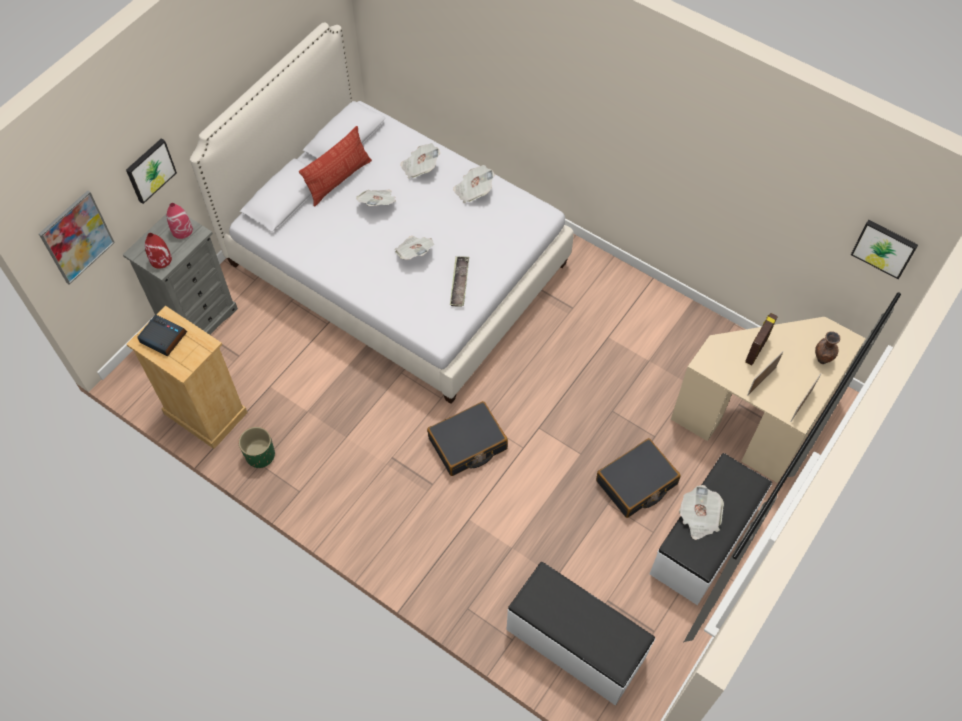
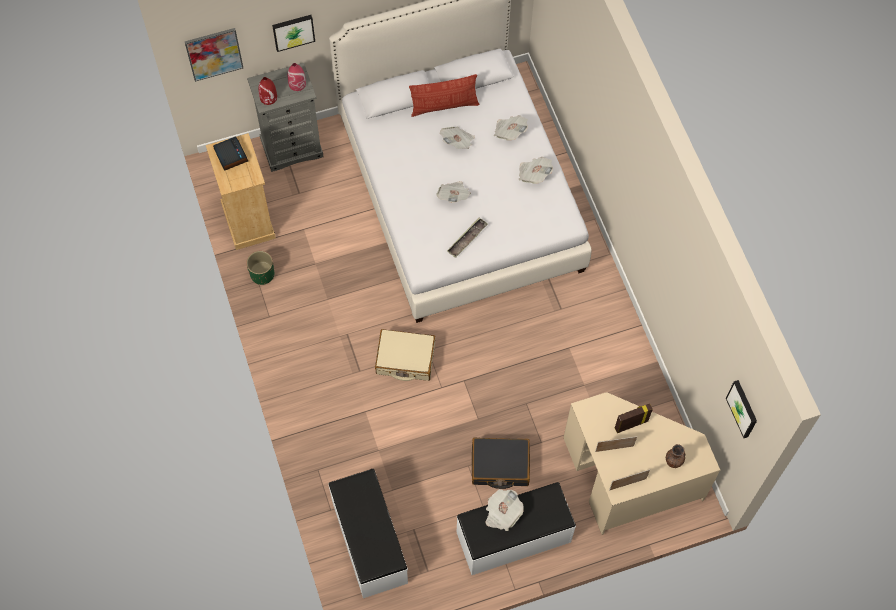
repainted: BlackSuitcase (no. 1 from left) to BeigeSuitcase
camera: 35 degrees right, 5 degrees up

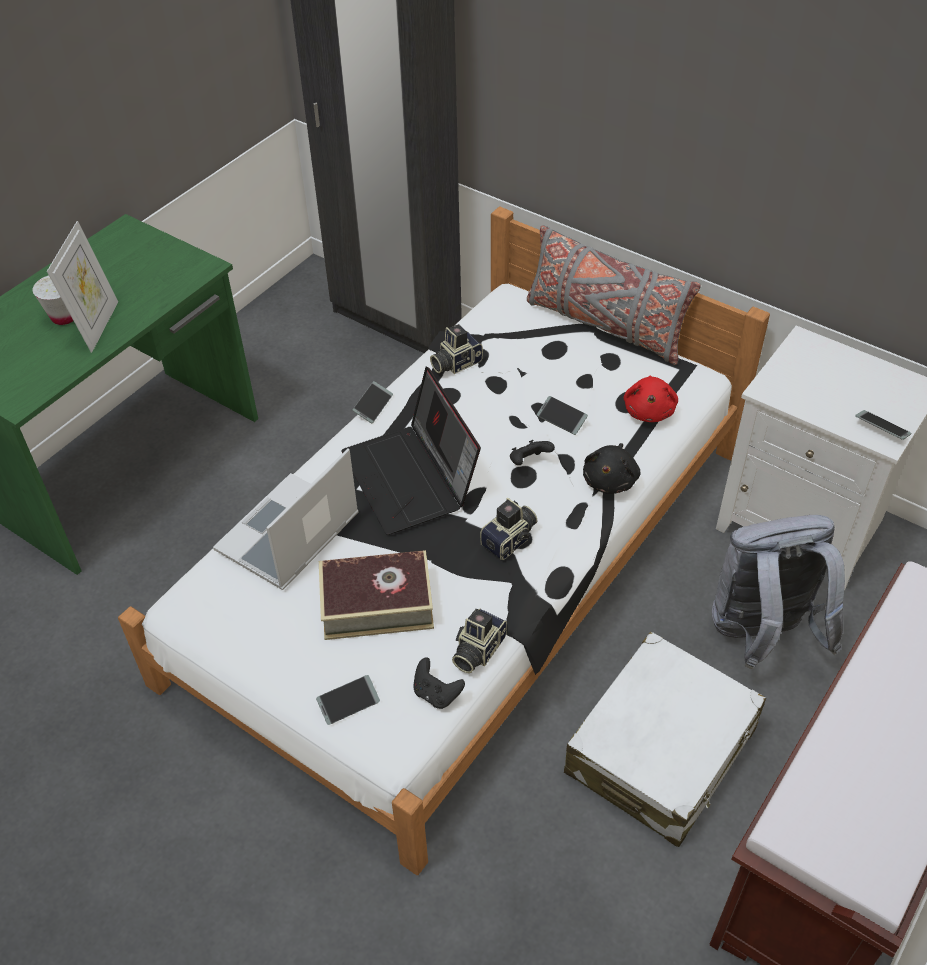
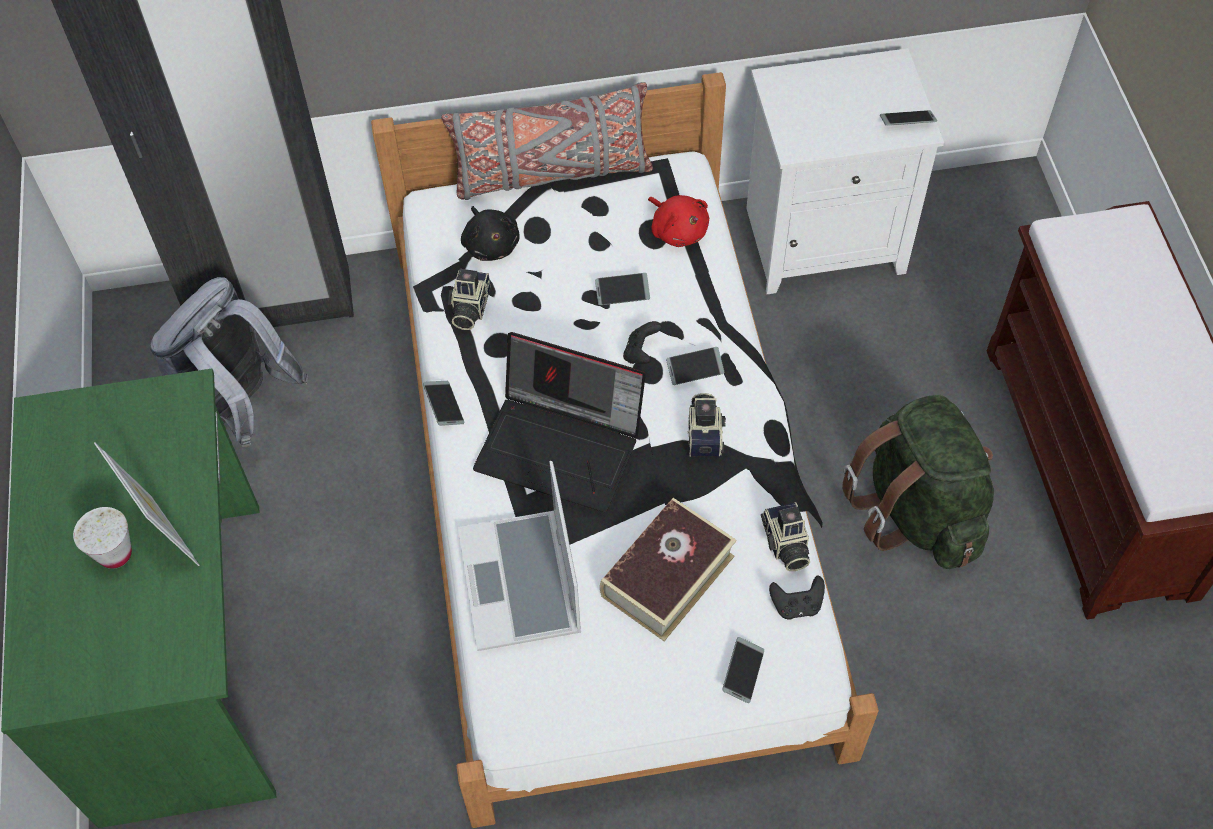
new: Phone (no. 3 from left)
shifted: BlackPlushToy; GreyBackpack
swapped: WhiteSuitcase to GreenBackpack
camera: 45 degrees left, 10 degrees up

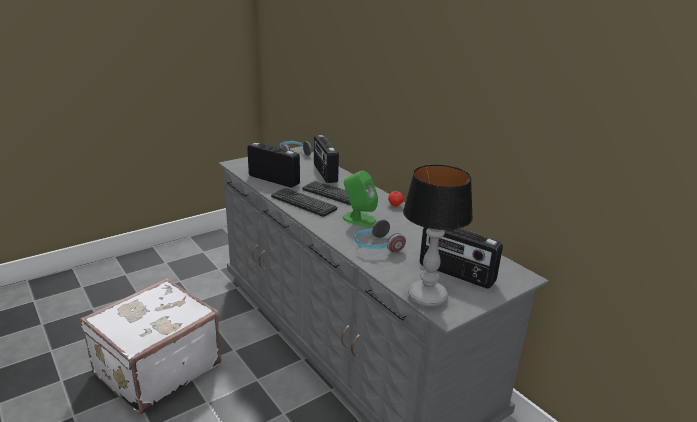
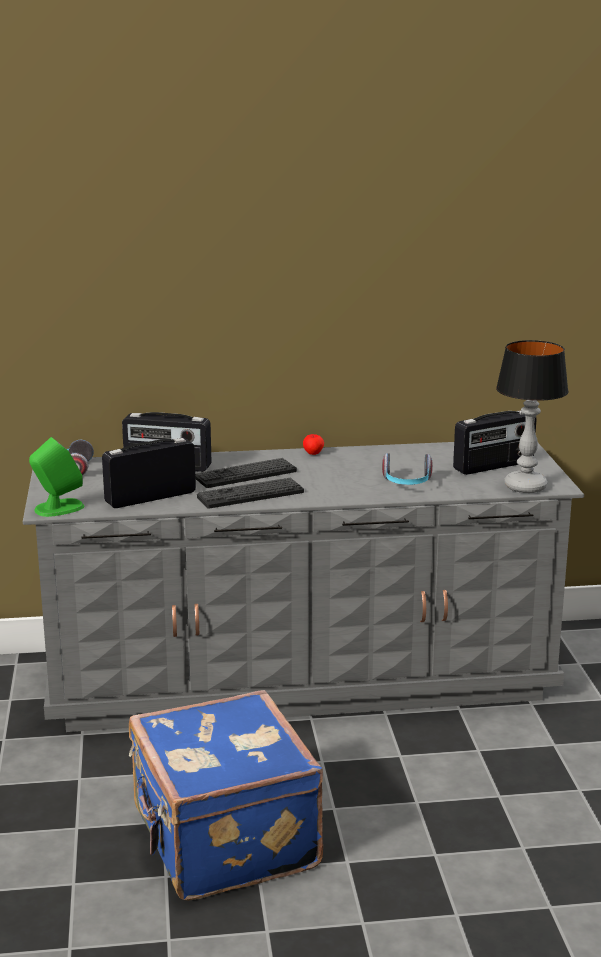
shifted: GreenSpeaker
repainted: WhiteSuitcase to BlueSuitcase
camera: 60 degrees left, 5 degrees down

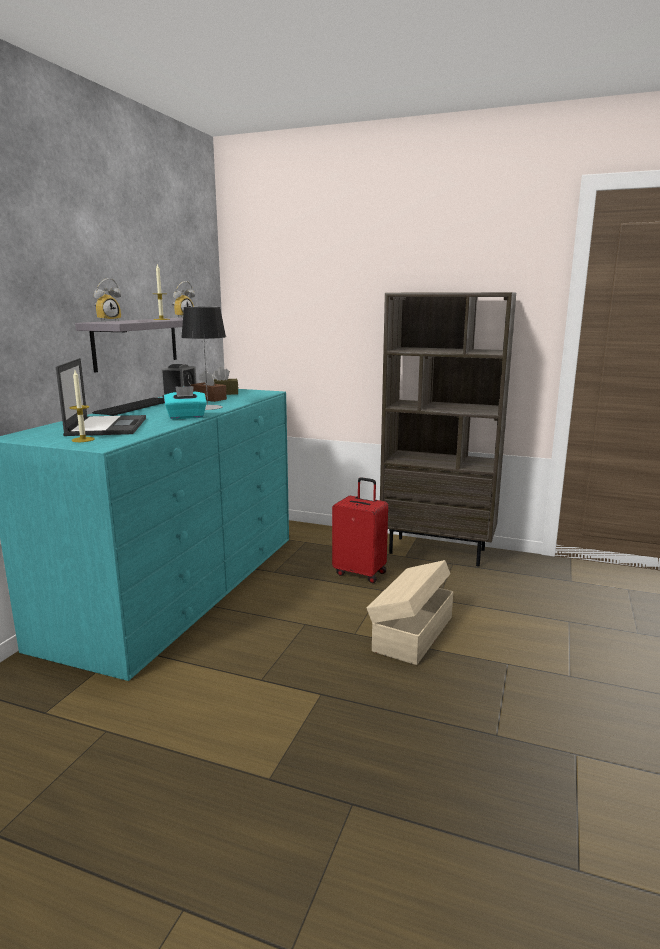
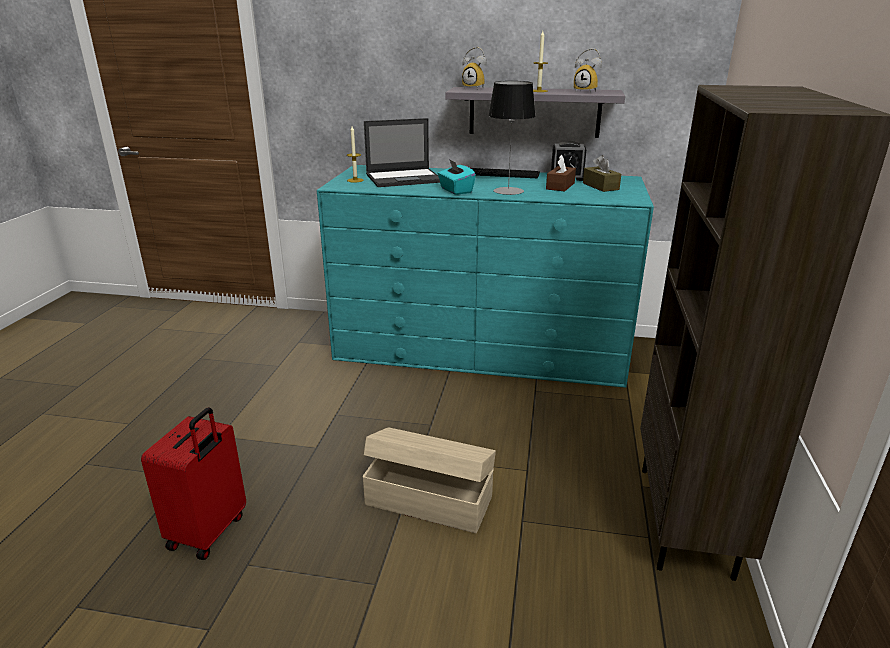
shifted: RedSuitcase
camera: 80 degrees right, 10 degrees up

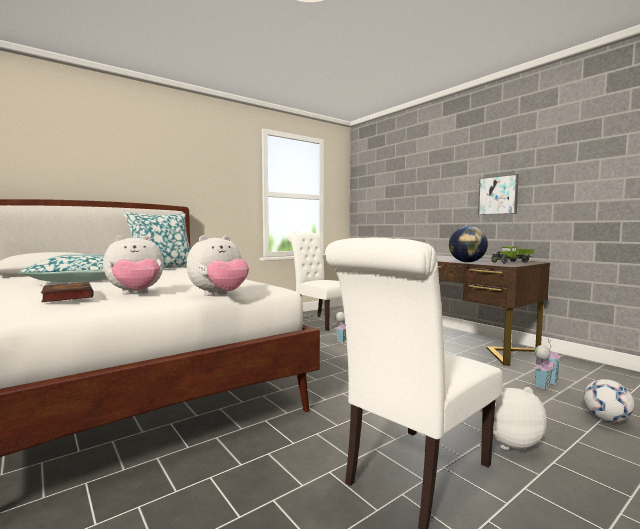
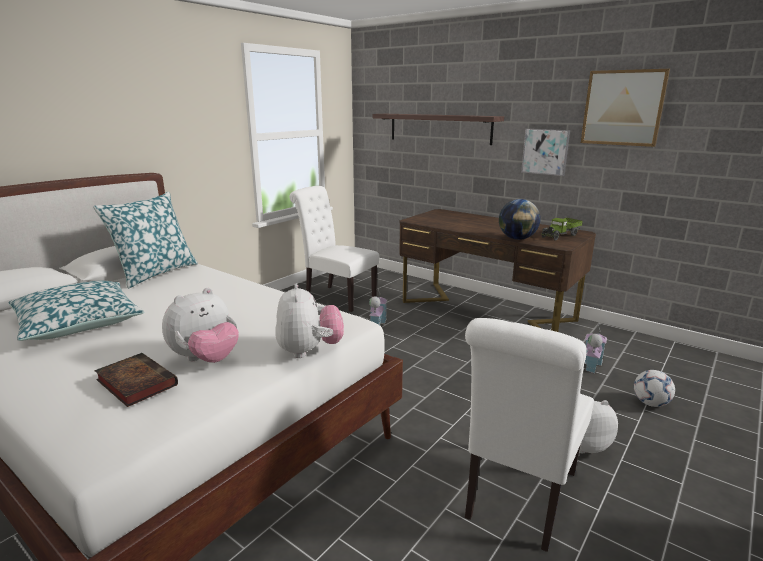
new: Picture (no. 2 from left); Shelf
rotated: PlushToy (no. 2 from left) 45 degrees counterclockwise
camera: 15 degrees left, 15 degrees up

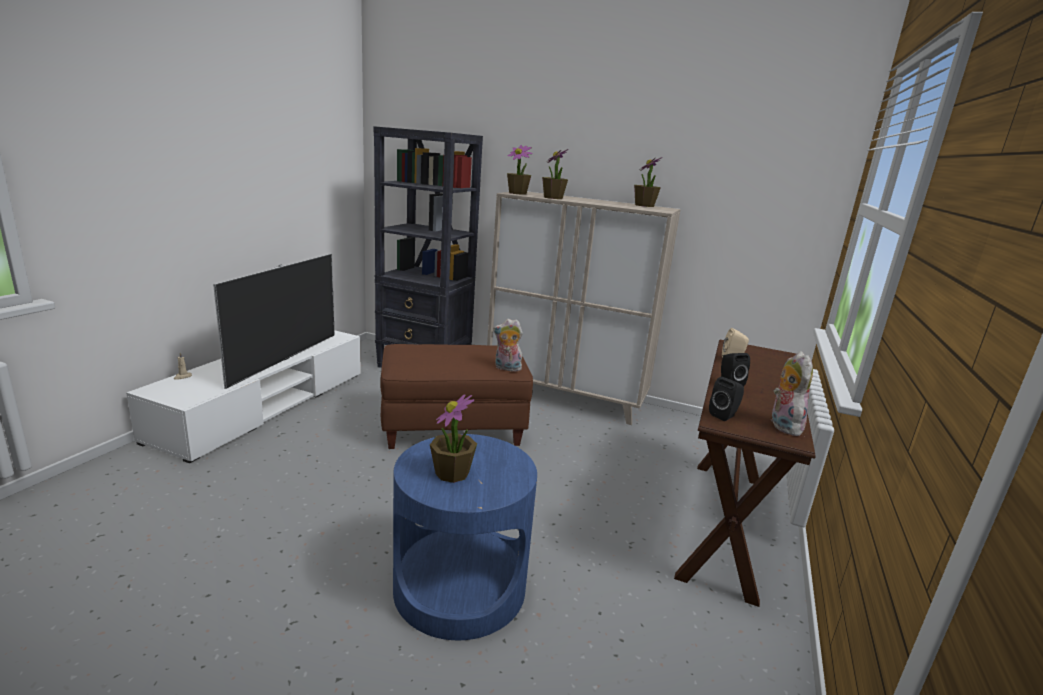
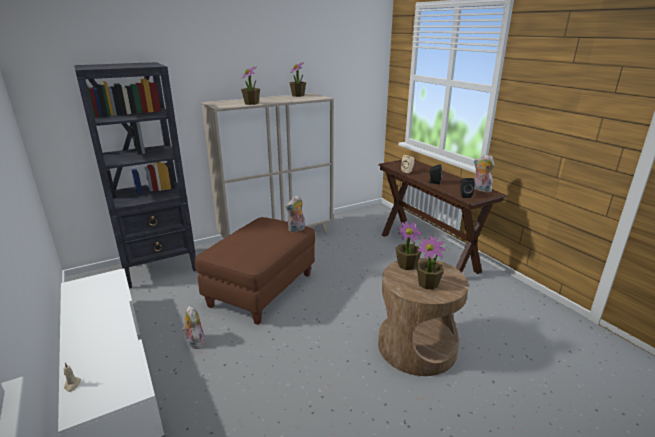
gone: Television
new: PlushToy (no. 1 from left)
shifted: PottedPlant (no. 2 from left in the first image) to PottedPlant (no. 3 from left)
repainted: BlueSideTable to BrownSideTable
camera: 50 degrees left, 5 degrees up

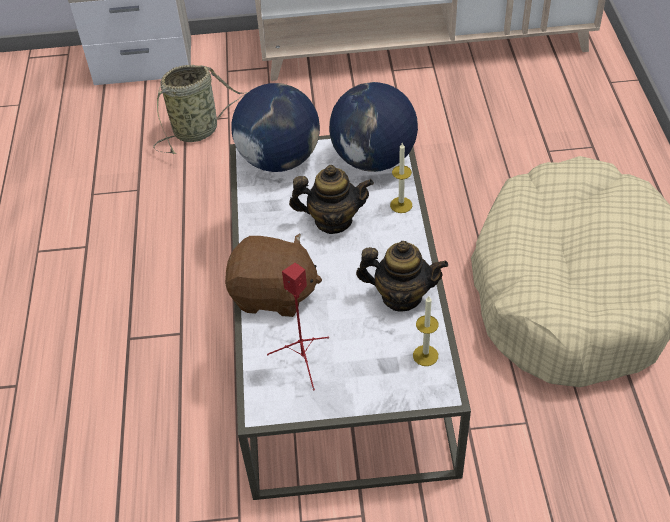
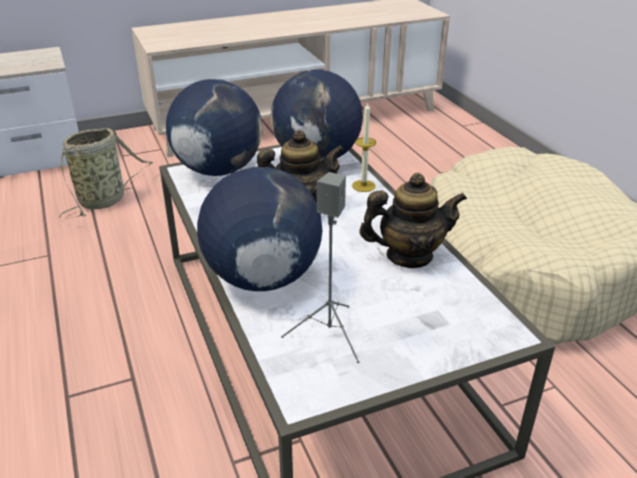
gone: Candle (no. 2 from left)
swapped: BrownPlushToy to Globe (no. 2 from left)
repainted: RedSpeaker to GreySpeaker
camera: 20 degrees left, 15 degrees down

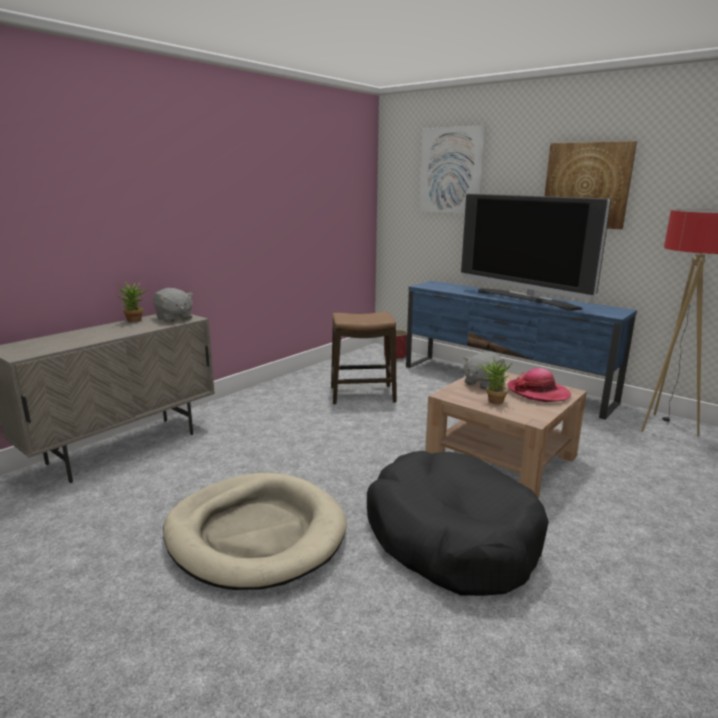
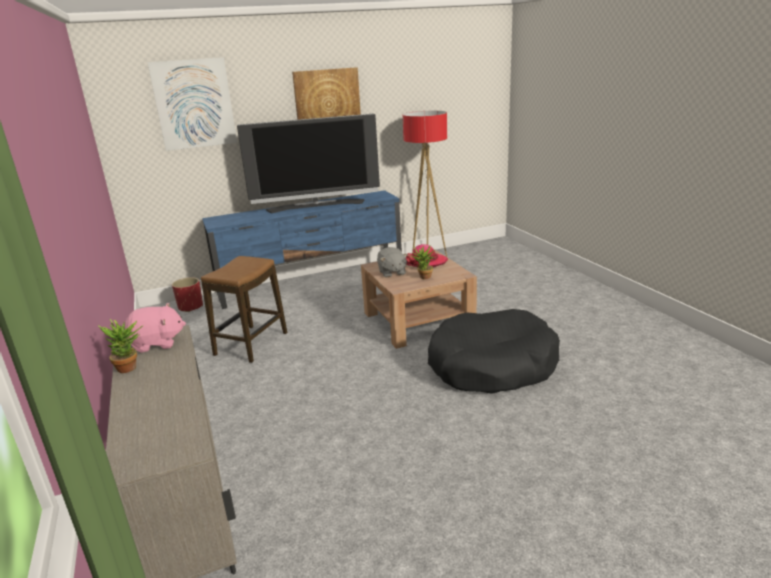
gone: BeigeDogBed
repainted: GreyPlushToy (no. 1 from left) to PinkPlushToy
camera: 60 degrees left, 5 degrees up

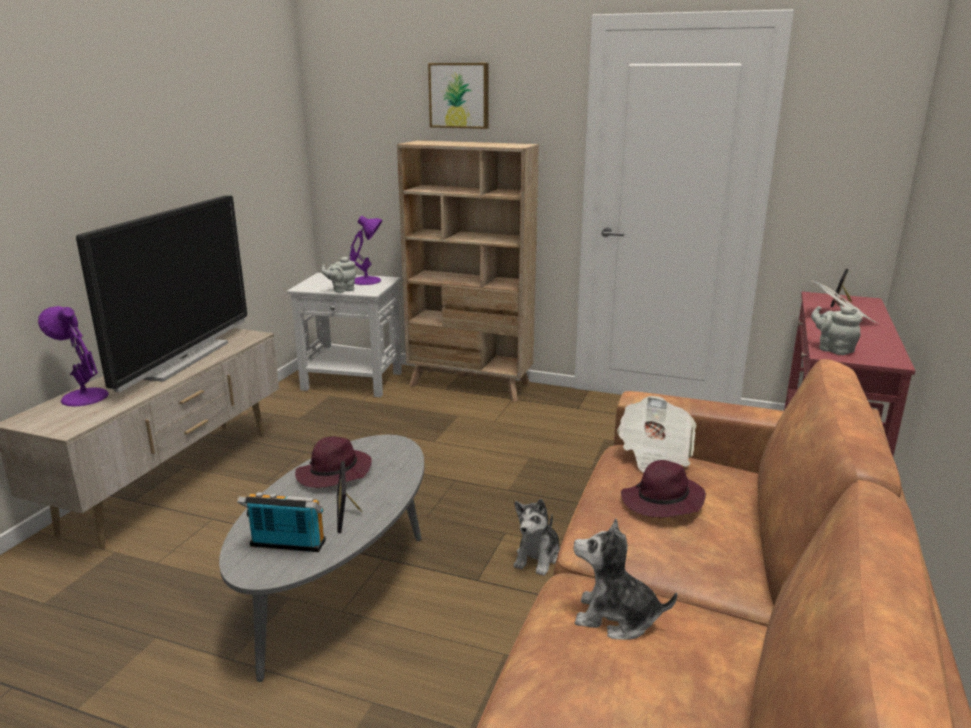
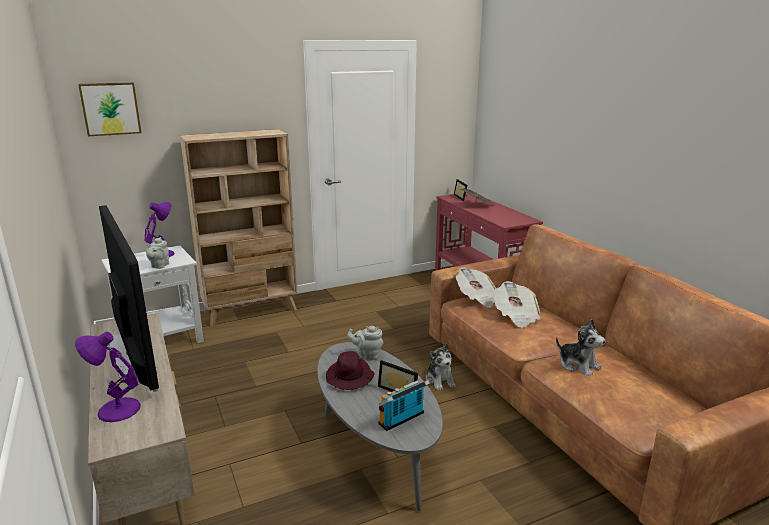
shifted: Picture; GreyTeapot (no. 2 from left)
swapped: PurpleHat (no. 2 from left) to Newspaper (no. 3 from left)
rotated: PlushToy (no. 2 from left) 105 degrees counterclockwise
camera: 45 degrees left, 0 degrees up

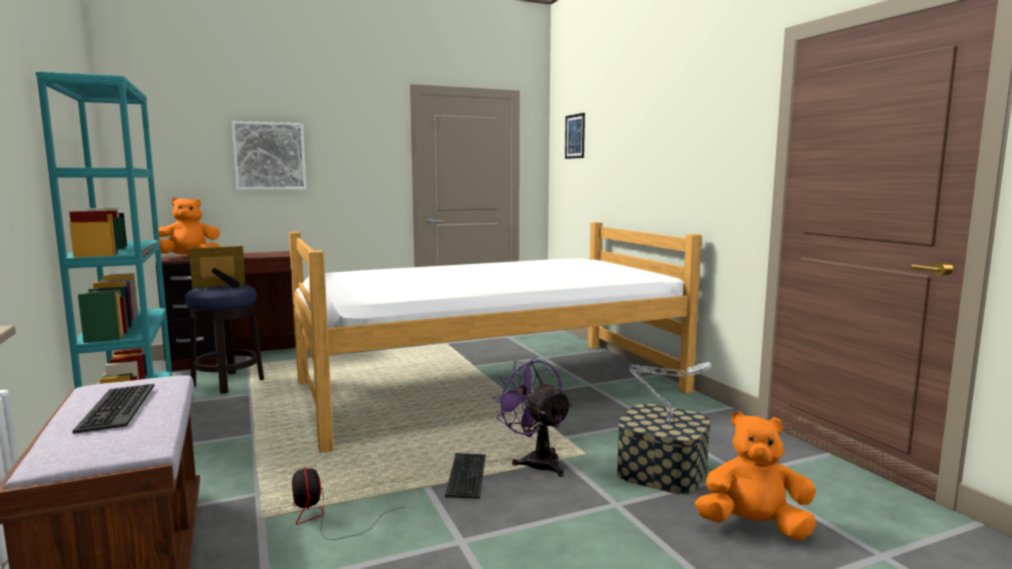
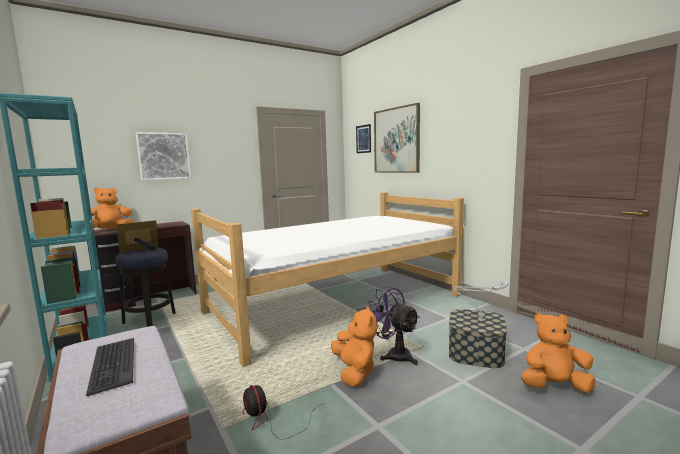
new: Picture (no. 3 from left)
swapped: Keyboard (no. 2 from left) to OrangePlushToy (no. 2 from left)
camera: 10 degrees left, 0 degrees up

